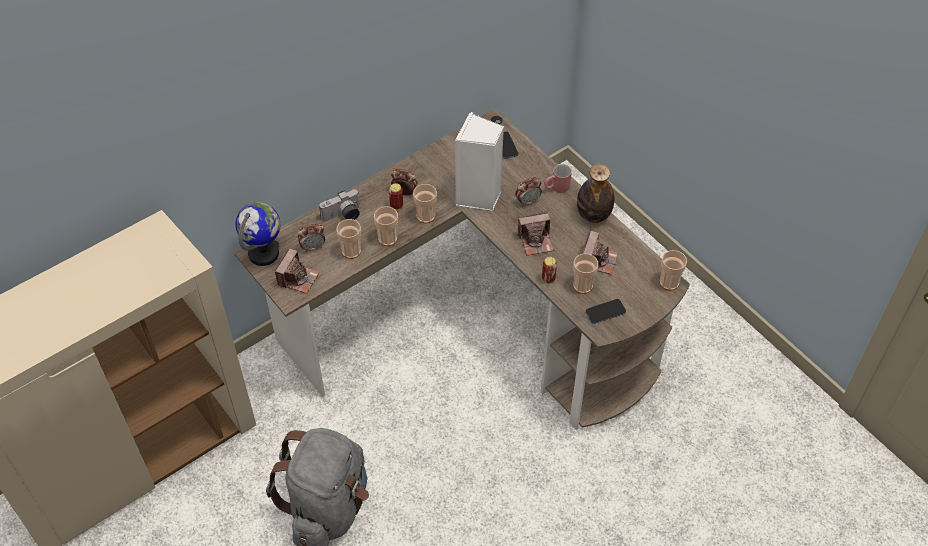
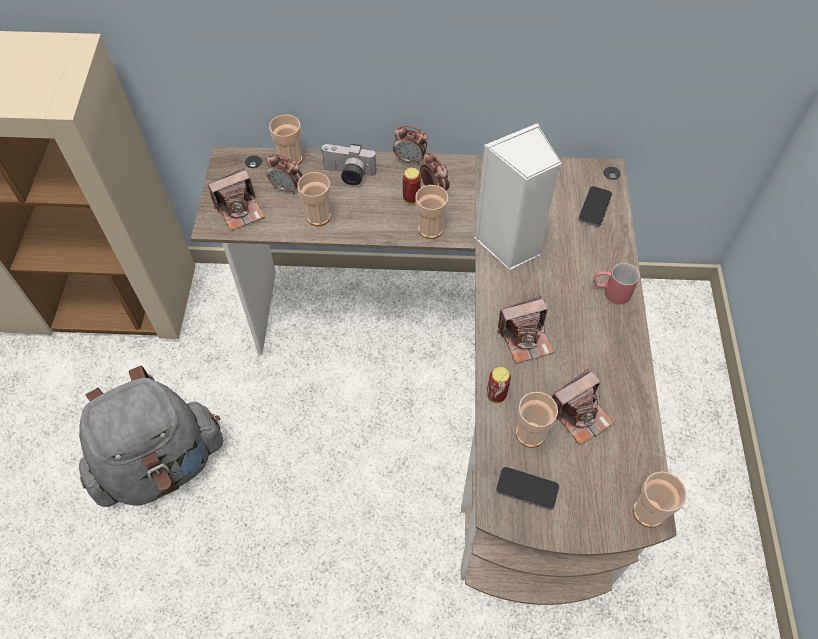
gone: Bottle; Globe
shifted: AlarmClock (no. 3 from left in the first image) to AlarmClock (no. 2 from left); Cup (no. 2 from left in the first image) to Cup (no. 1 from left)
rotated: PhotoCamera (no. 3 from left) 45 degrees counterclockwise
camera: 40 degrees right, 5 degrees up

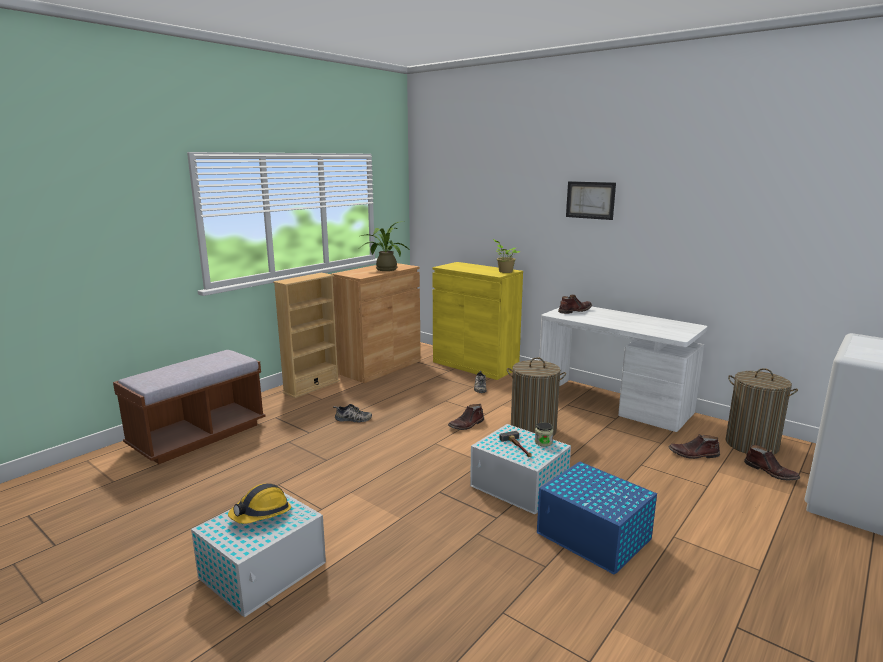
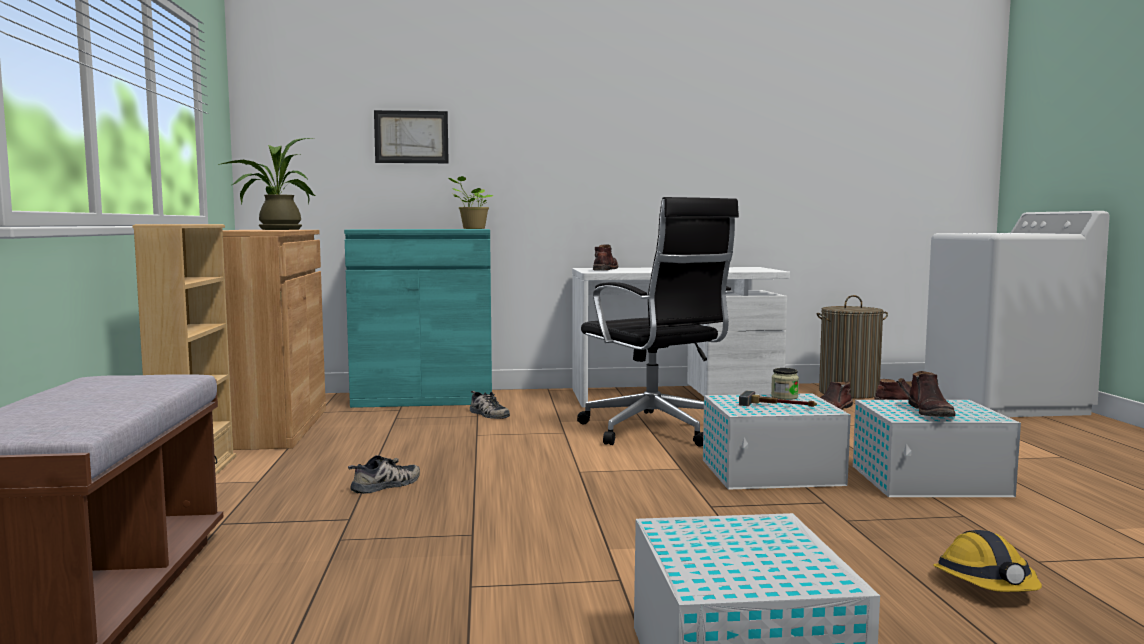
shifted: Picture; BrownBoot (no. 1 from left in the first image) to BrownBoot (no. 4 from left); HardHat
swapped: LaundryBasket (no. 1 from left) to BlackOfficeChair
repainted: YellowCabinet to TurquoiseCabinet; BlueStorageBox to WhiteStorageBox (no. 3 from left)
camera: 45 degrees left, 10 degrees down

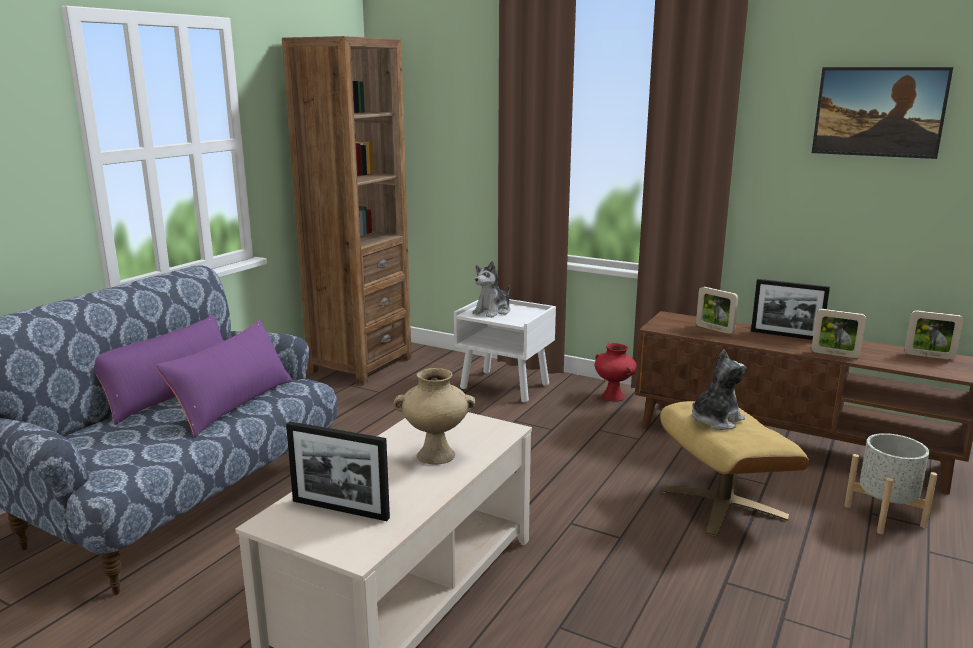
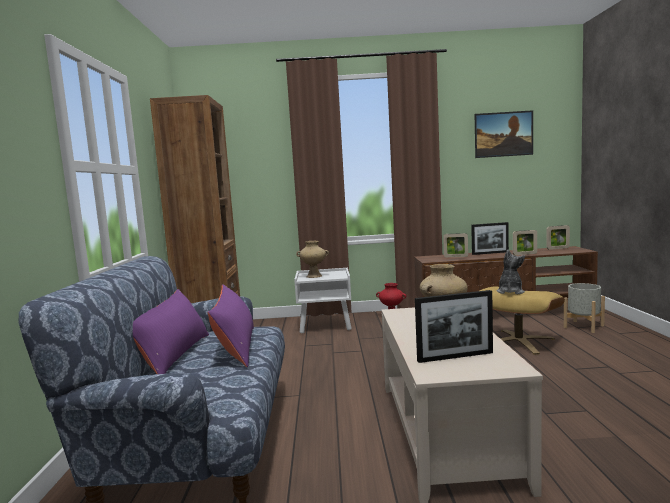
swapped: PlushToy (no. 1 from left) to BeigeVase (no. 1 from left)
camera: 30 degrees left, 10 degrees down

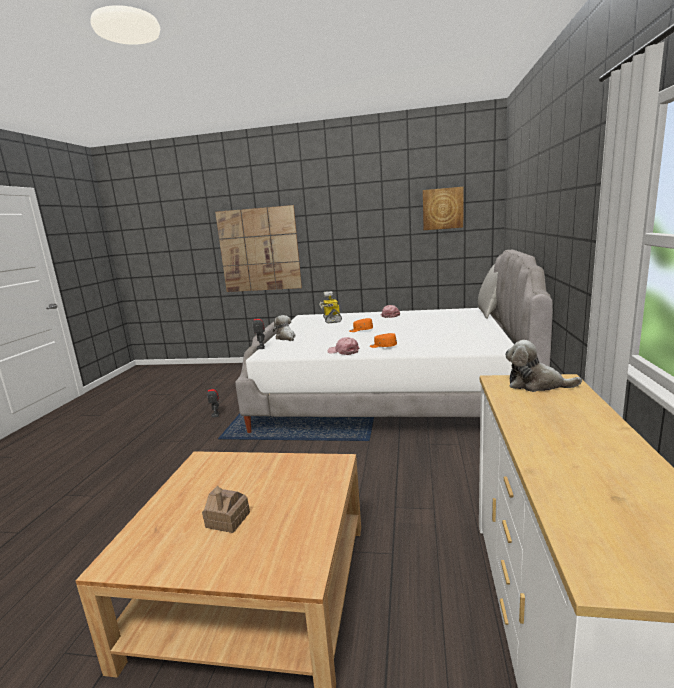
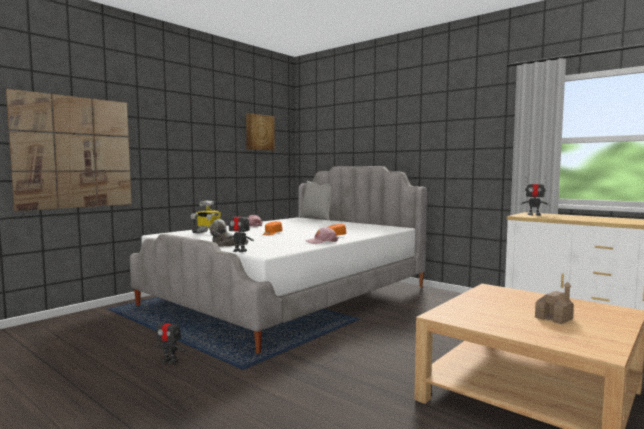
swapped: PlushToy (no. 2 from left) to ToyRobot (no. 4 from left)
camera: 60 degrees left, 10 degrees down

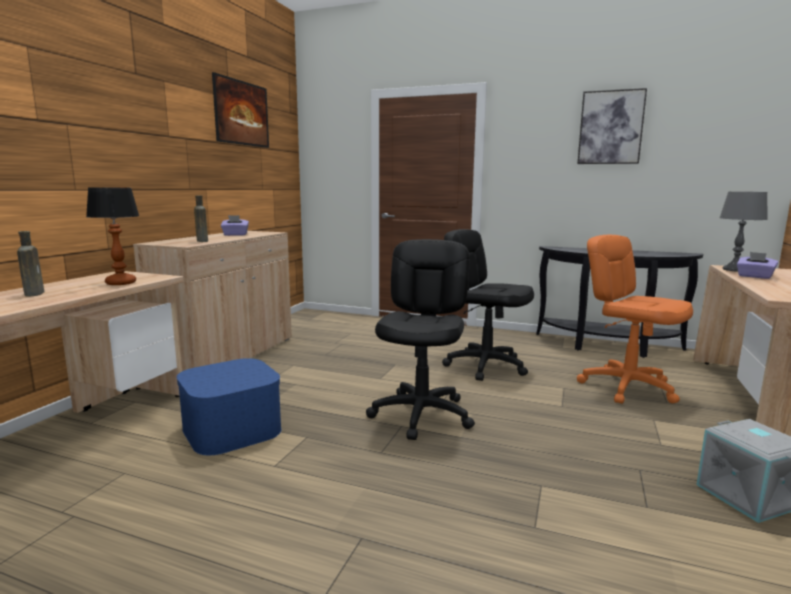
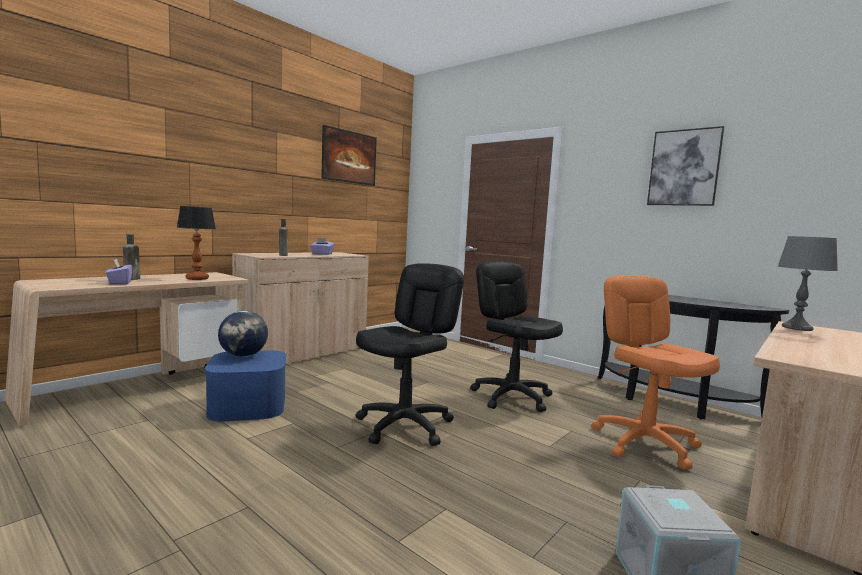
new: Globe
shifted: PurpleTissueBox (no. 2 from left in the first image) to PurpleTissueBox (no. 1 from left)
camera: 20 degrees right, 5 degrees down

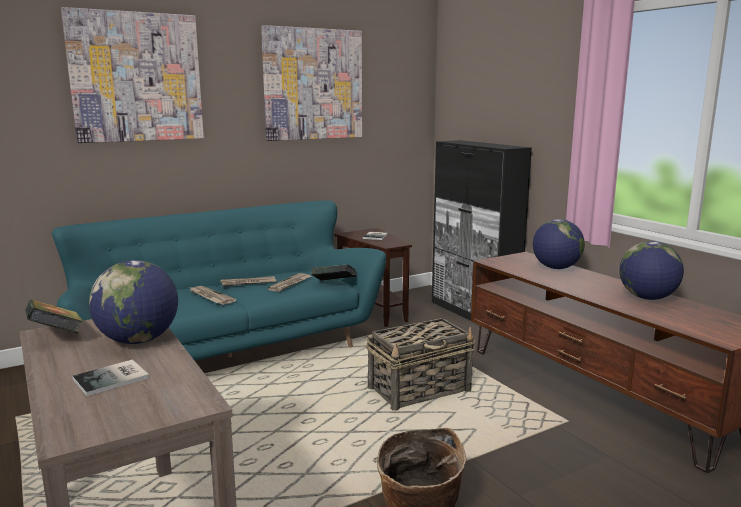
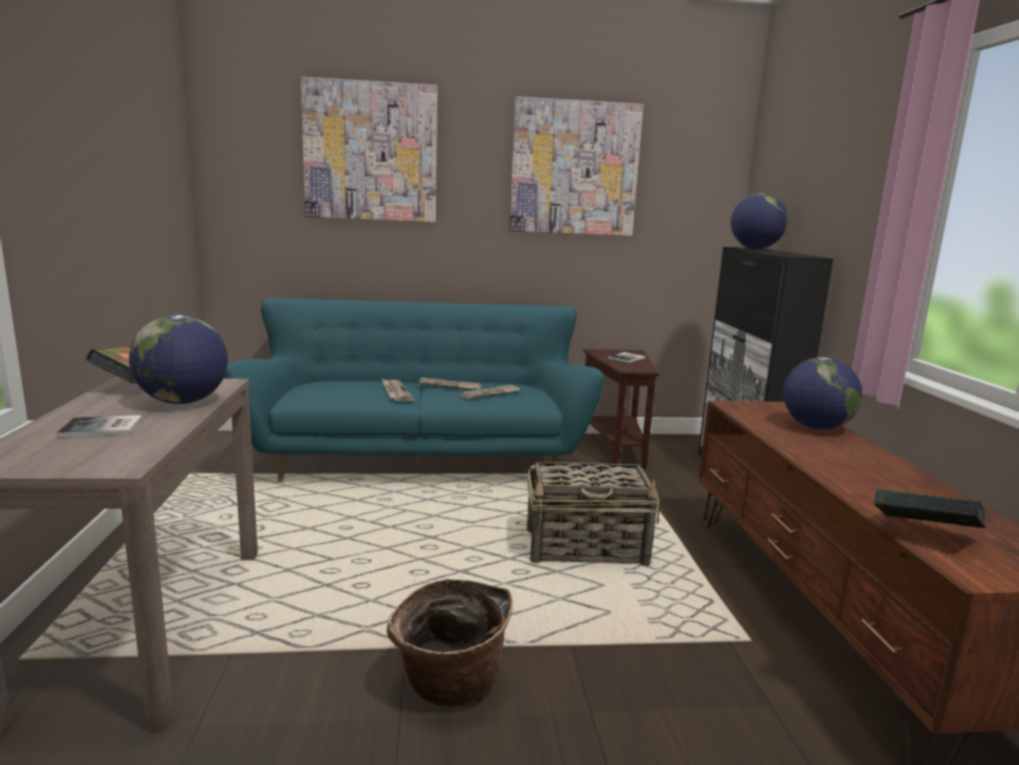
shifted: Globe (no. 3 from left in the first image) to Globe (no. 2 from left); Book (no. 3 from left in the first image) to Book (no. 4 from left)
camera: 25 degrees right, 0 degrees up

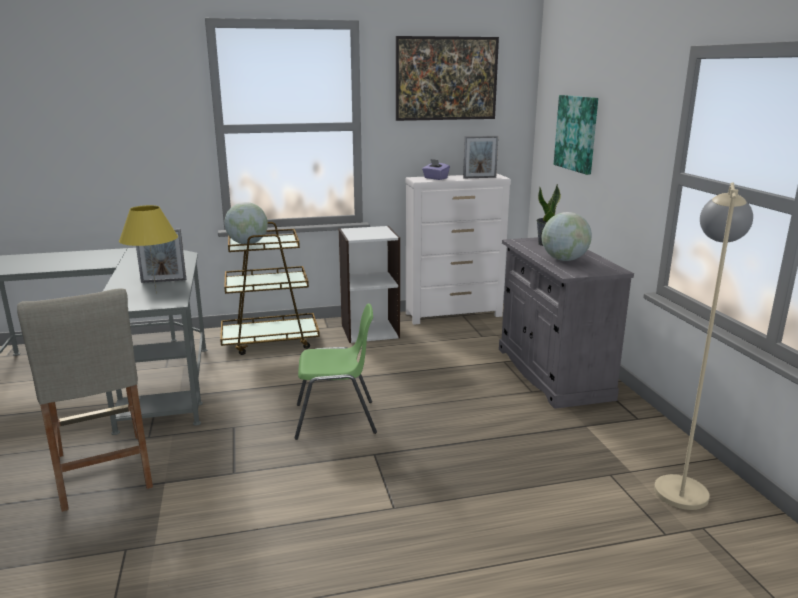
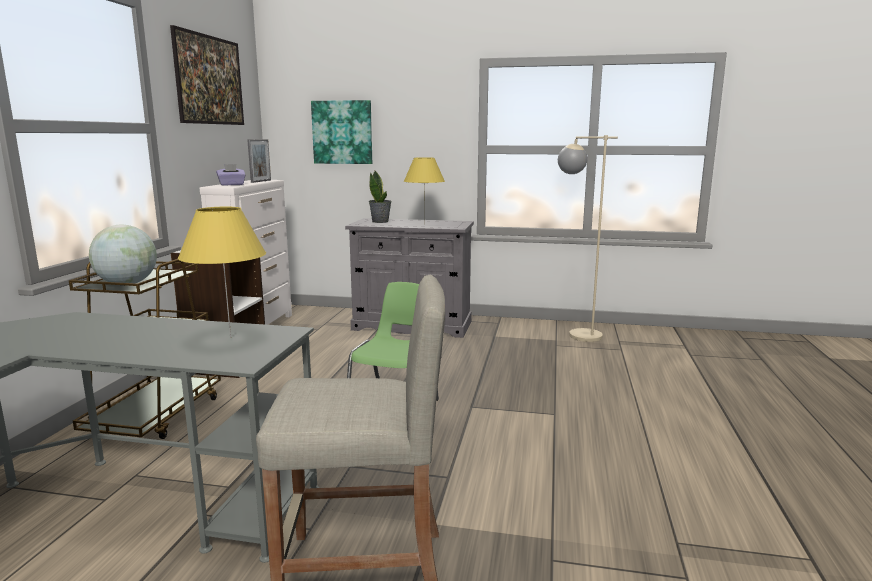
gone: PictureFrame (no. 1 from left)
swapped: Globe (no. 2 from left) to YellowTableLamp (no. 2 from left)
camera: 65 degrees left, 5 degrees down

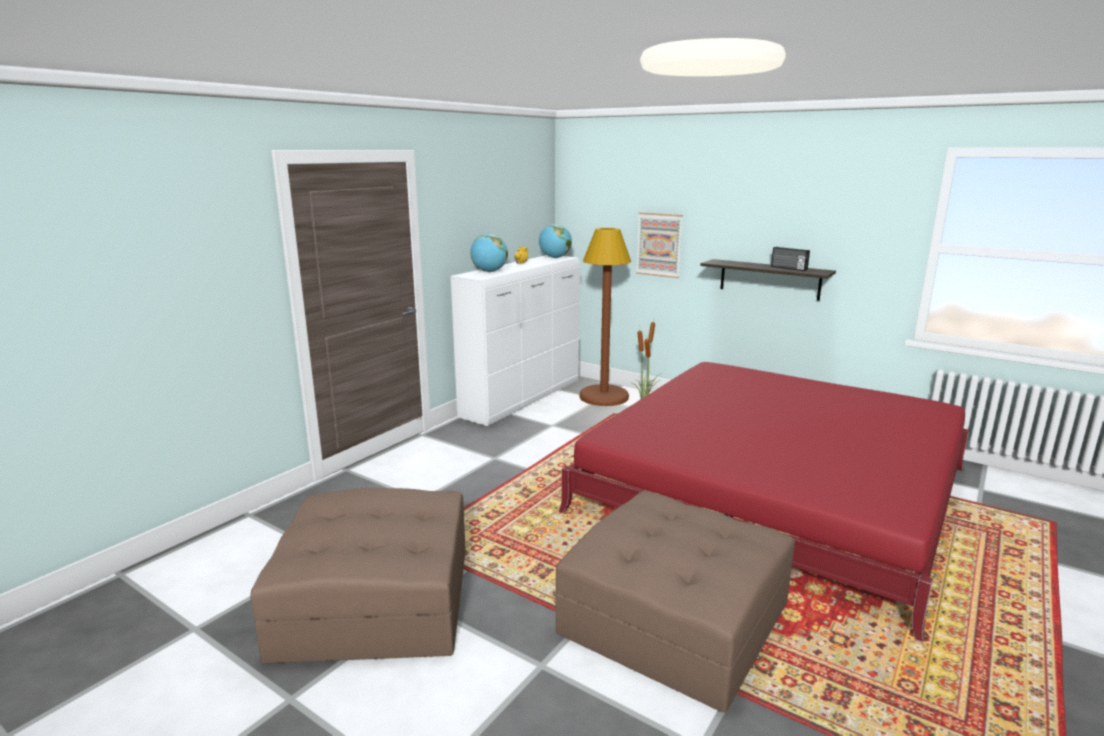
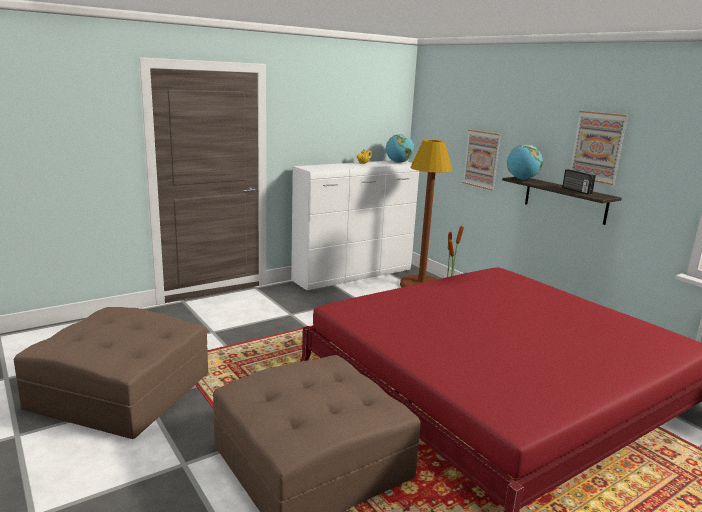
new: Picture (no. 2 from left)
shifted: Globe (no. 1 from left in the first image) to Globe (no. 2 from left)
camera: 20 degrees right, 0 degrees up

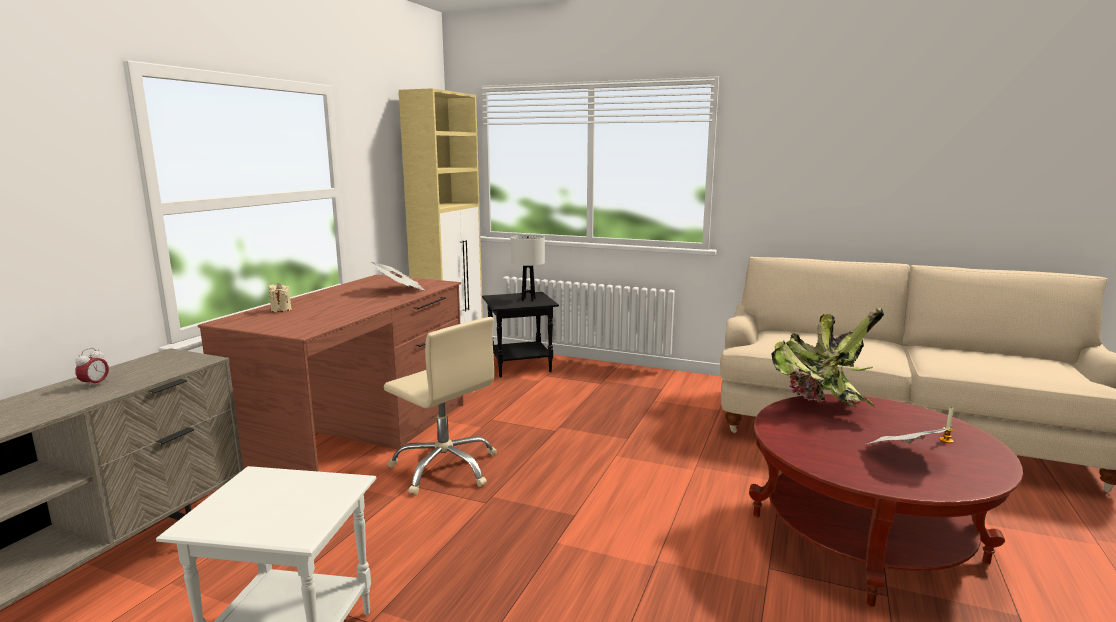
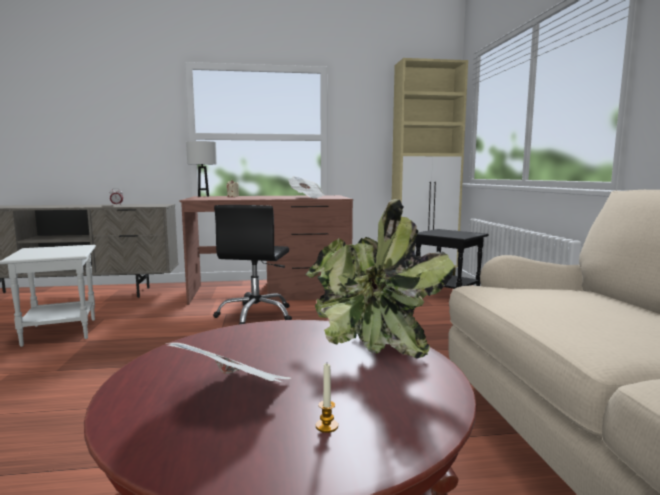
shifted: WhiteTableLamp
repainted: BeigeOfficeChair to BlackOfficeChair
camera: 60 degrees right, 5 degrees down

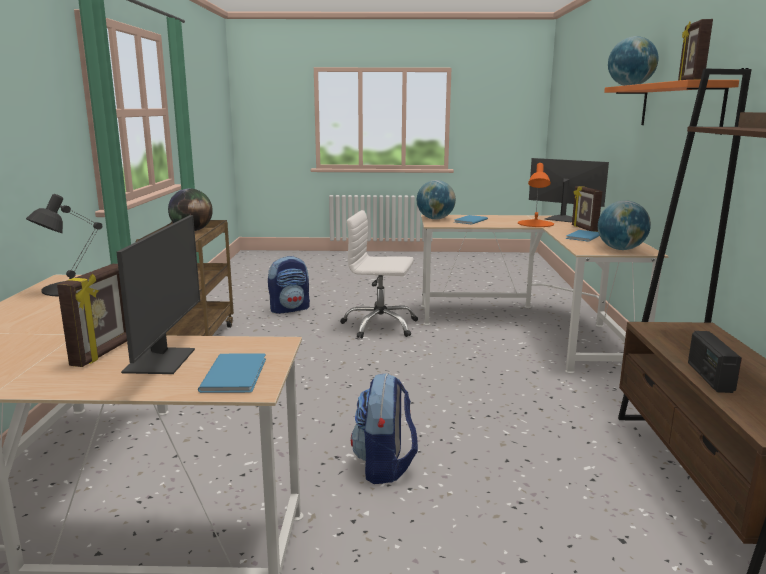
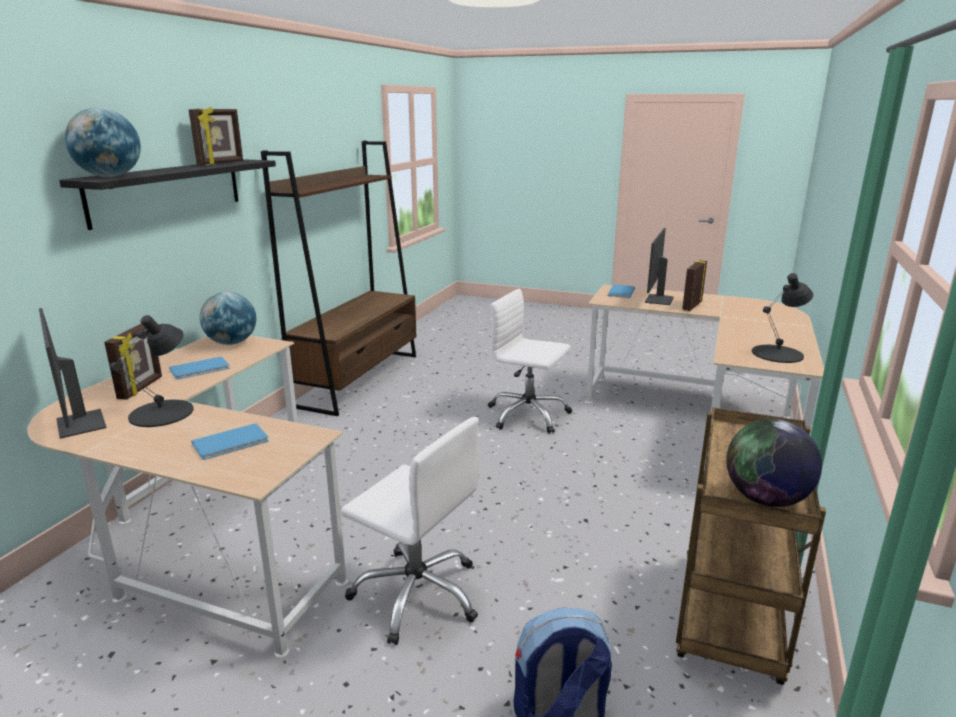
gone: Globe (no. 2 from left); Radio
swapped: Backpack (no. 2 from left) to WhiteOfficeChair (no. 2 from left)
repainted: OrangeShelf to BlackShelf; OrangeTableLamp to BlackTableLamp (no. 1 from left)
camera: 160 degrees left, 5 degrees up

